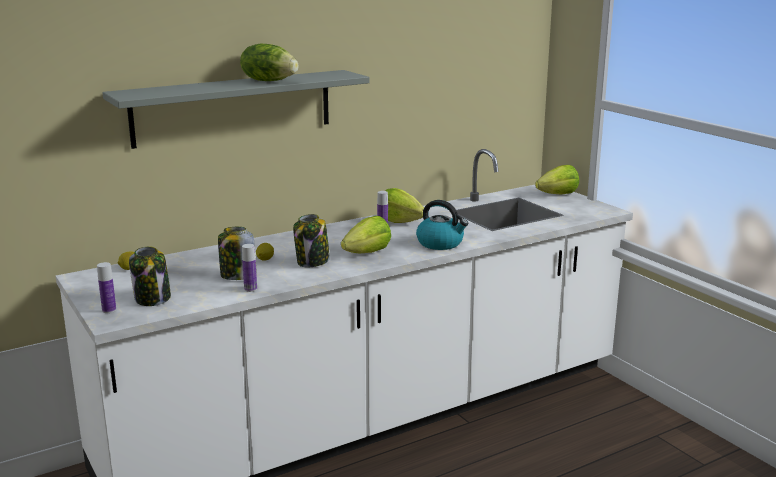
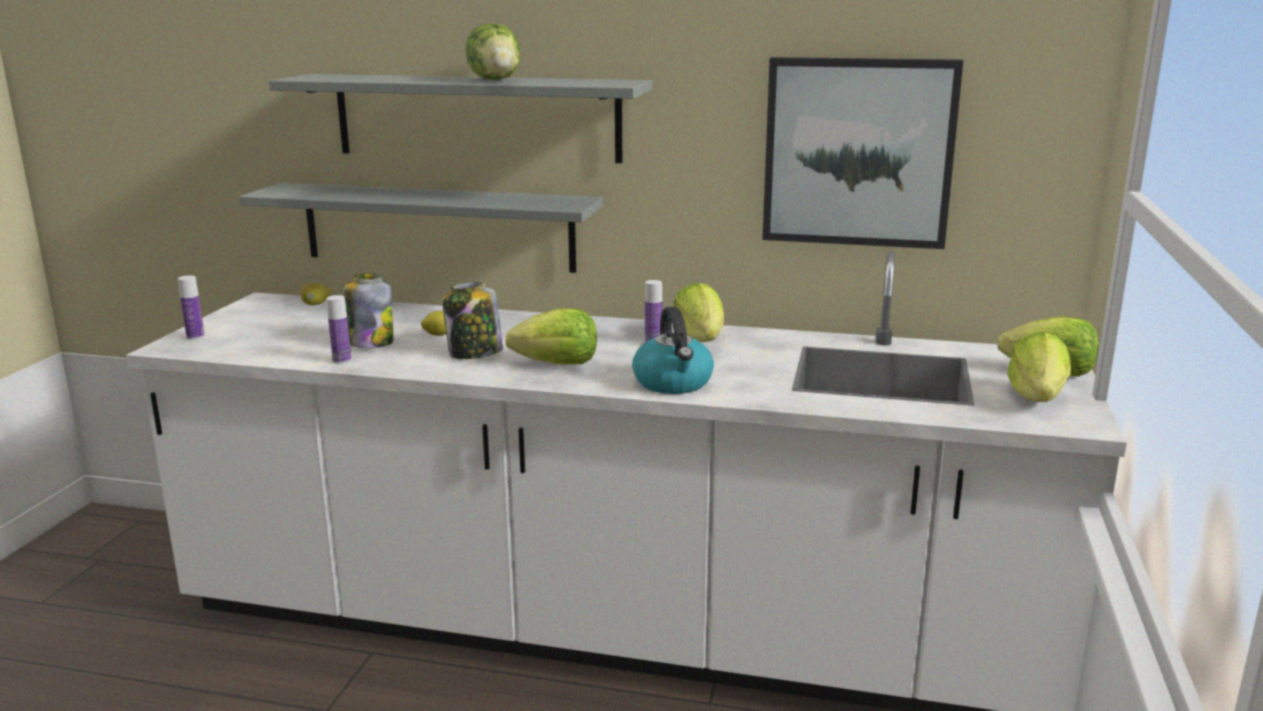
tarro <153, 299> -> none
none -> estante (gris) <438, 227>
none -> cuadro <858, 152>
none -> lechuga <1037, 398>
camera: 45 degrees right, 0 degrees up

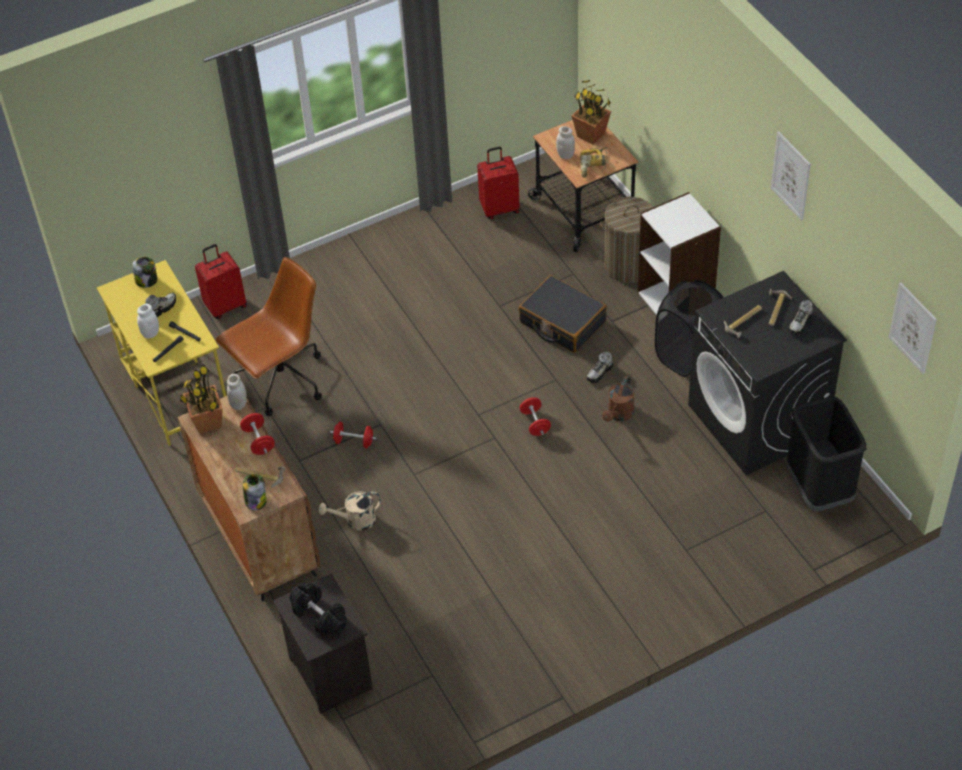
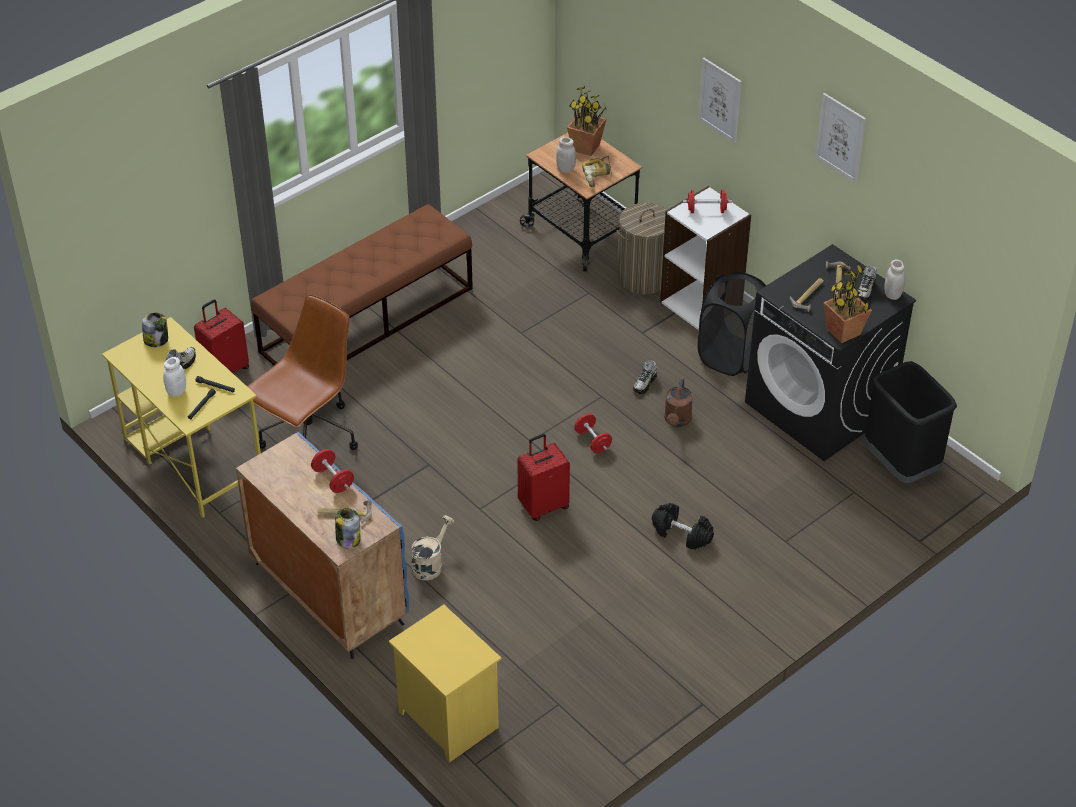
maleta (negro) <562, 322> -> none
none -> banco (marrón) <367, 319>
planta en maceta <207, 422> -> planta en maceta <843, 332>, relocated
tarro (blanco) <239, 404> -> tarro (blanco) <892, 294>, relocated
mancuerna (negro) <318, 616> -> mancuerna (negro) <681, 534>, relocated
mancuerna (rojo) <354, 441> -> mancuerna (rojo) <706, 210>, relocated
maleta (rojo) <499, 208> -> maleta (rojo) <543, 505>, relocated
cuadro <913, 328> -> cuadro <720, 100>, relocated
armario (marrón) <258, 535> -> armario (azul) <328, 593>
mesita de noche (negro) <328, 673> -> mesita de noche (amarillo) <446, 720>
regadera (beis) <355, 521> -> regadera (beis) <430, 564>, 150 degrees clockwise
camera: 15 degrees left, 5 degrees down

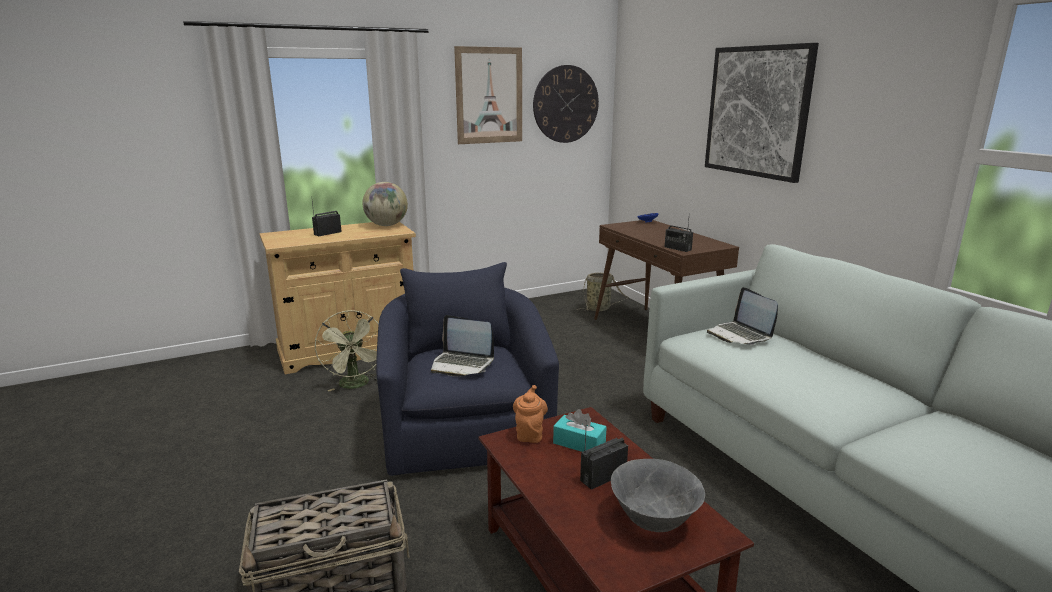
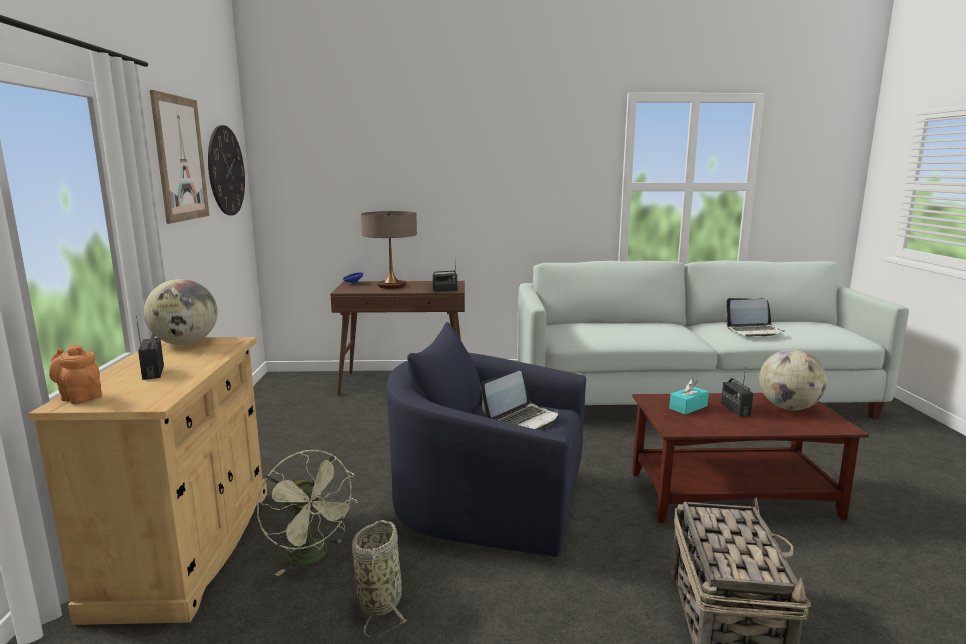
cuadro <757, 111> -> none
none -> lámpara de mesa <391, 286>
tetera (naranja) <530, 433> -> tetera (naranja) <79, 397>, relocated
cesta <599, 309> -> cesta <380, 600>, relocated
portátil <740, 335> -> portátil <754, 331>, relocated
cuenco (gris) <654, 522> -> globo terráqueo <788, 408>
ventilador (verde) <356, 385> -> ventilador (verde) <312, 557>, 45 degrees clockwise
camera: 65 degrees left, 5 degrees down

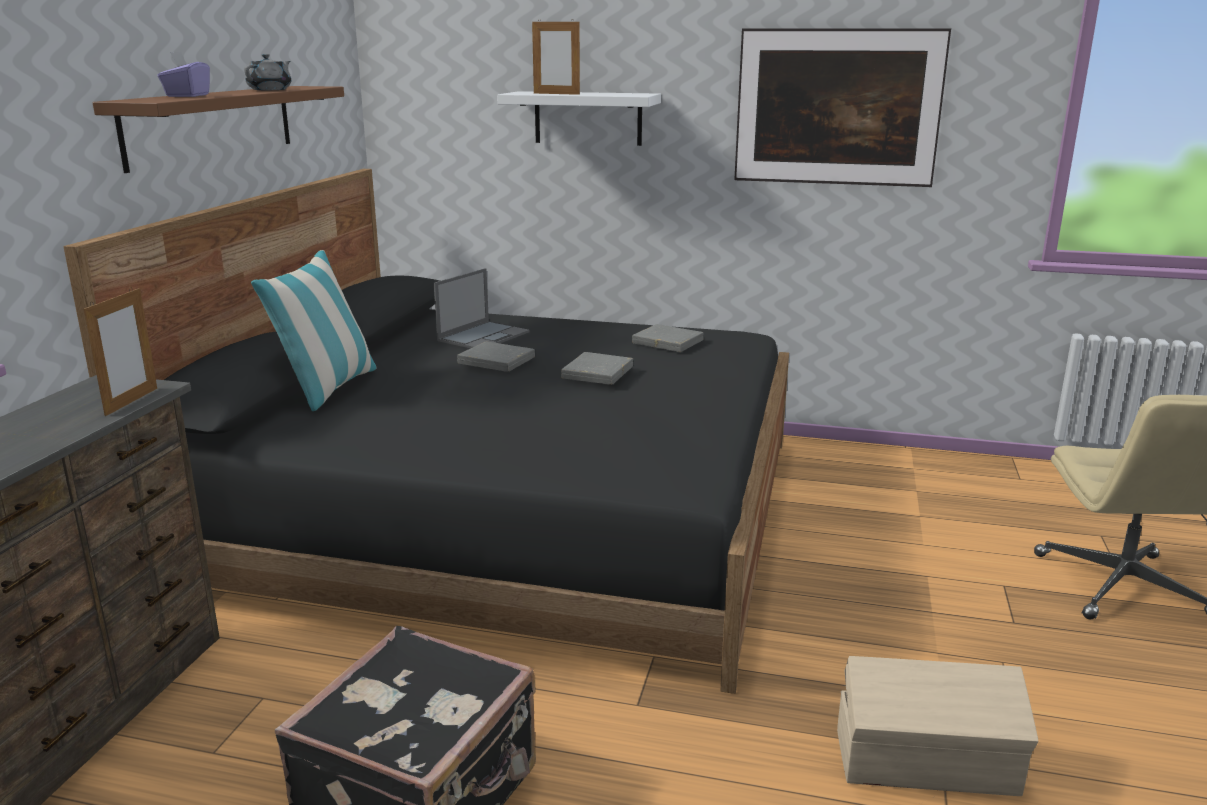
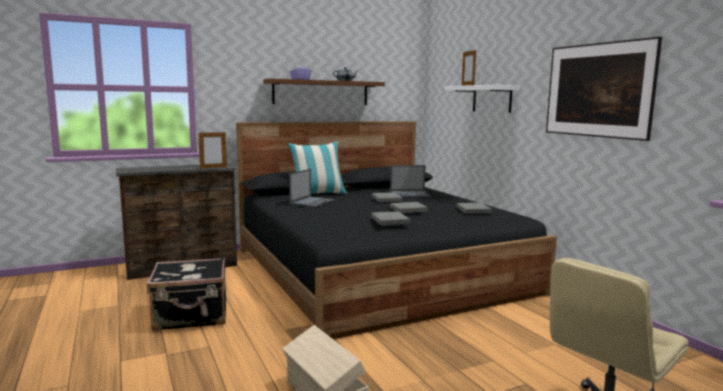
none -> portátil <312, 202>
none -> libro (gris) <390, 221>
camera: 50 degrees right, 10 degrees down

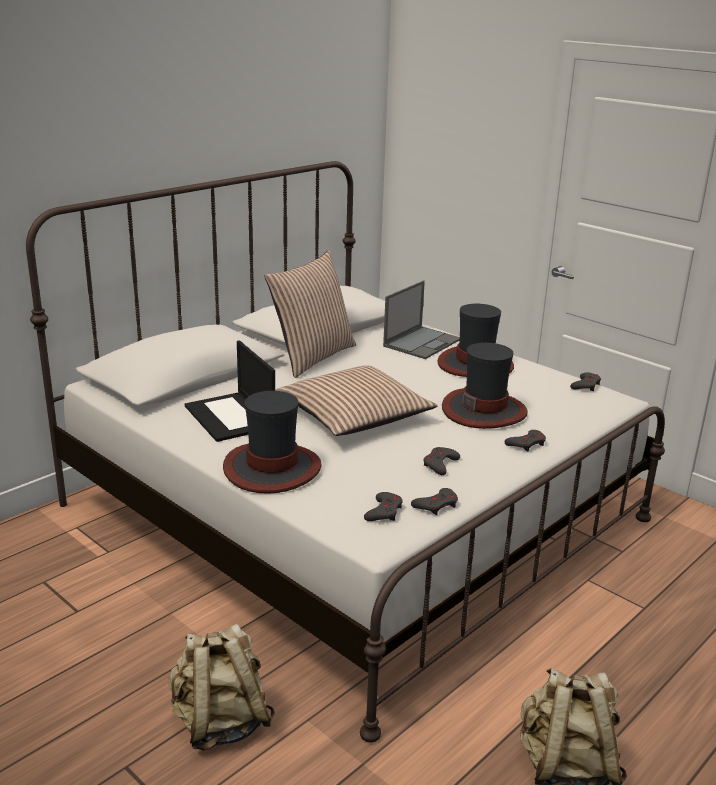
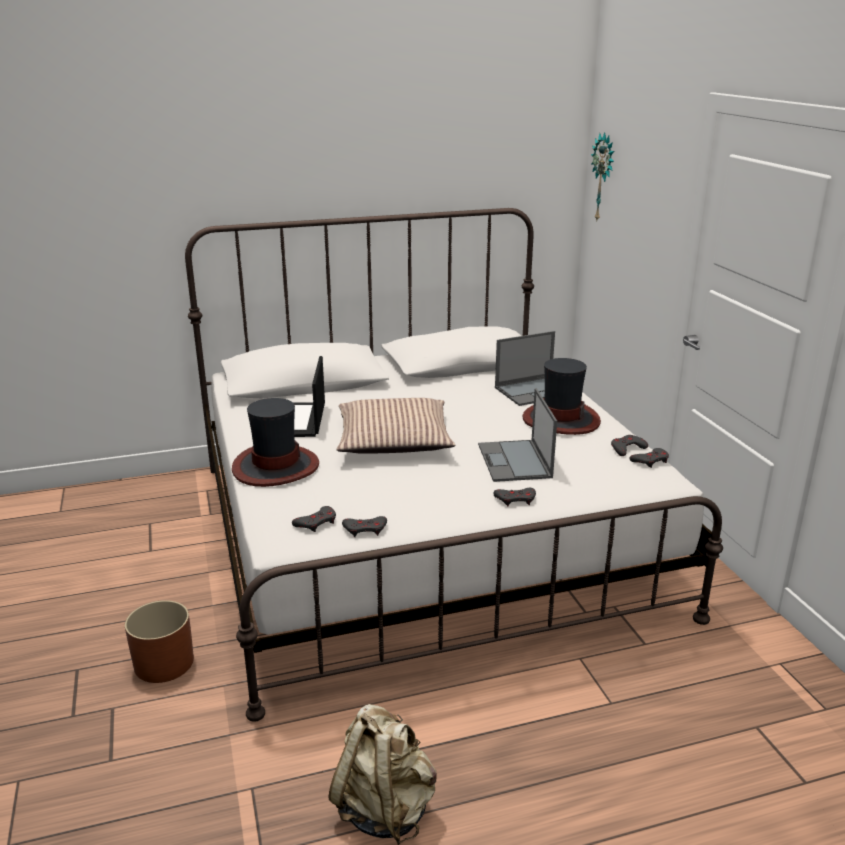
cojín <312, 357> -> none
none -> reloj de pared <604, 177>
mando de consola (gris) <440, 464> -> mando de consola (gris) <627, 448>, relocated
mochila (beis) <220, 722> -> maceta (marrón) <163, 663>
sombrero <484, 410> -> portátil <515, 461>
camera: 30 degrees right, 0 degrees up

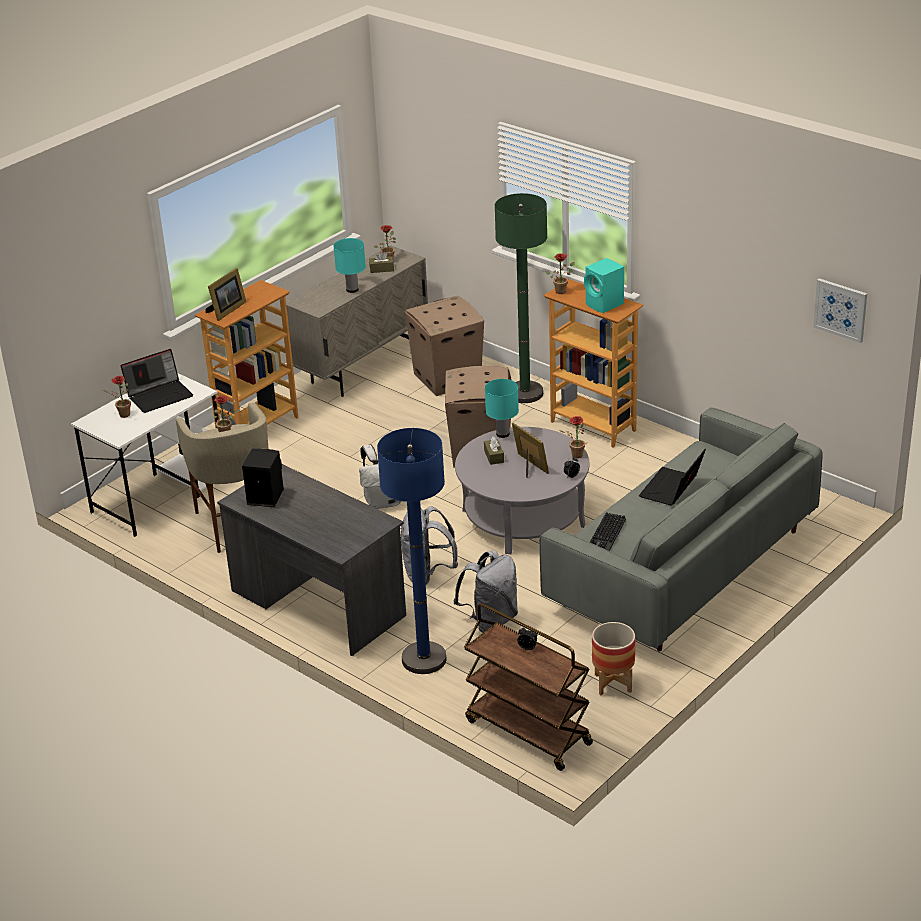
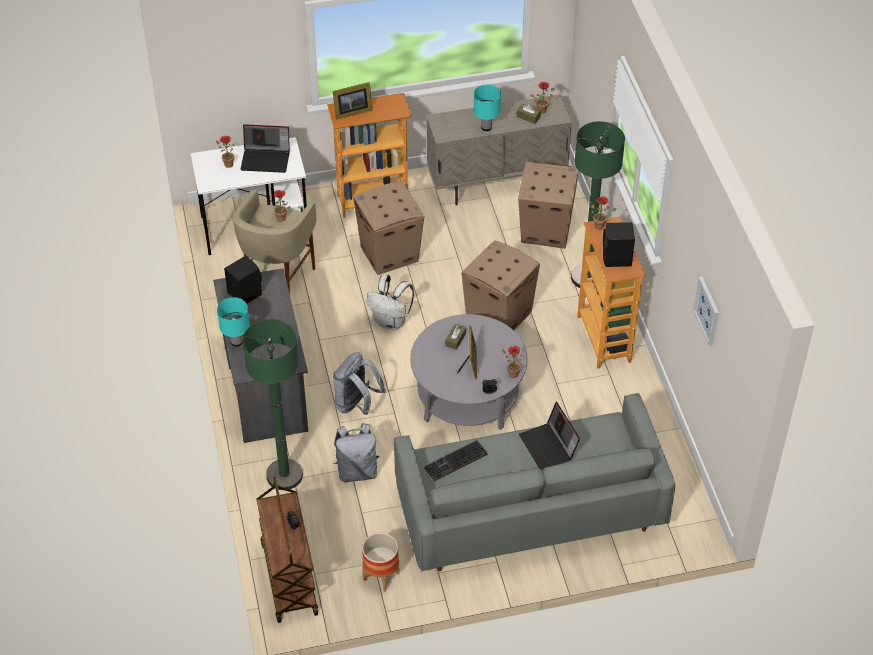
none -> caja de cartón <389, 254>
lámpara de mesa (turquesa) <503, 434> -> lámpara de mesa (turquesa) <237, 342>, relocated
cuadro <840, 309> -> cuadro <707, 311>, relocated
lámpara de pie (azul) <424, 659> -> lámpara de pie (verde) <284, 475>
altavoz (turquesa) <605, 305> -> altavoz (negro) <616, 259>
portátil <672, 489> -> portátil <549, 447>, 90 degrees counterclockwise
camera: 35 degrees right, 15 degrees up

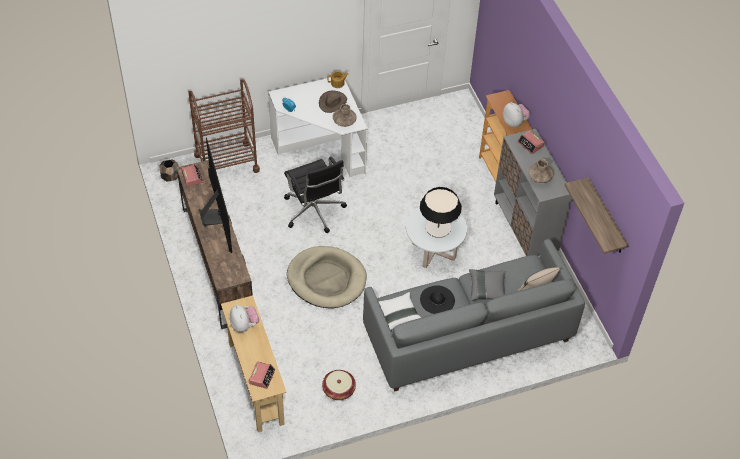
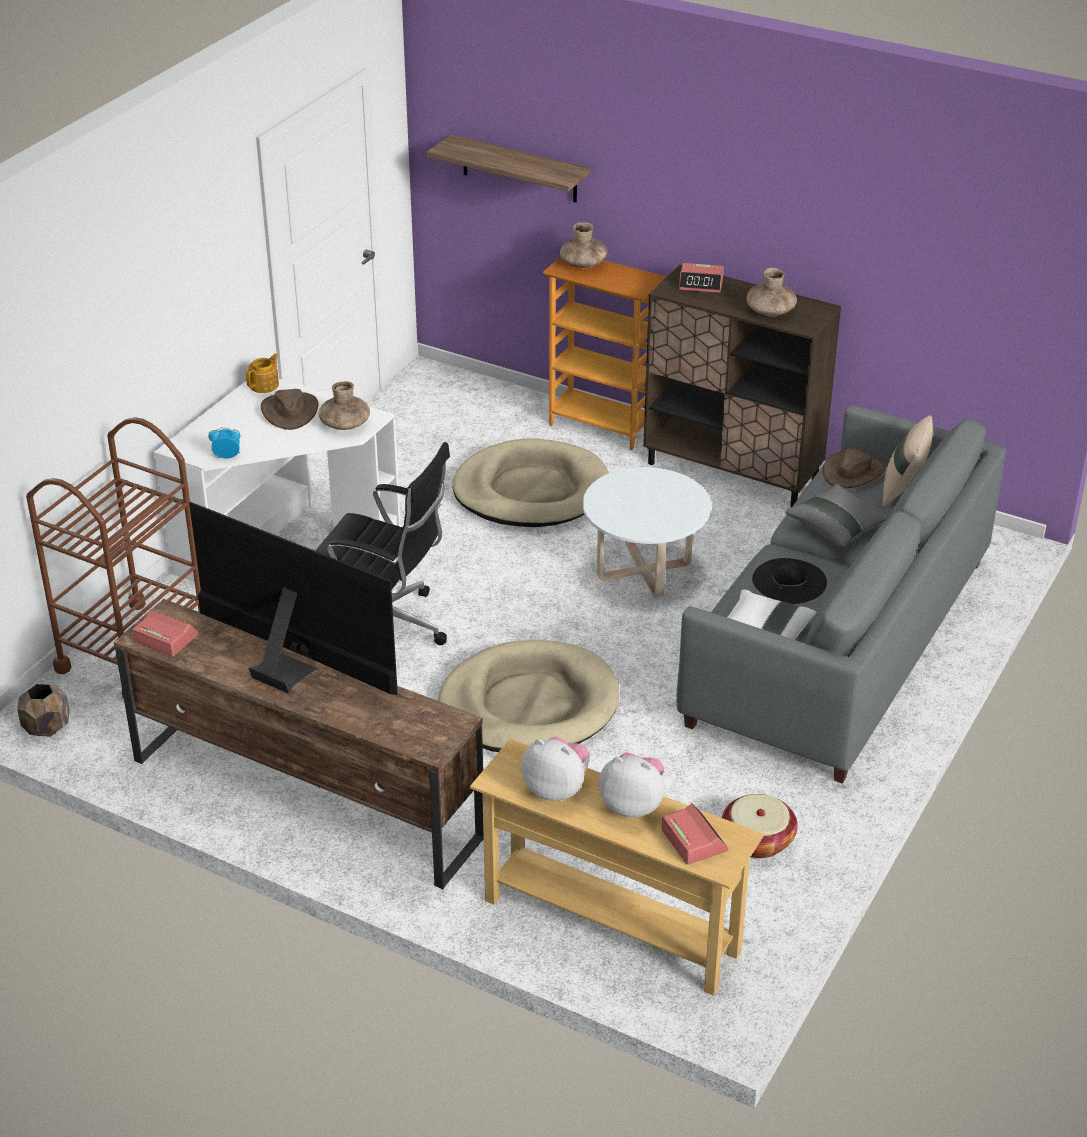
lámpara de mesa <438, 227> -> none
none -> cama para perro (beis) <531, 491>
none -> florero (marrón) <583, 264>
none -> sombrero (marrón) <853, 472>
peluche <514, 122> -> peluche <633, 805>, relocated
estante <606, 217> -> estante <519, 169>, relocated
armario (gris) <524, 229> -> armario (marrón) <733, 471>
camera: 40 degrees left, 15 degrees down

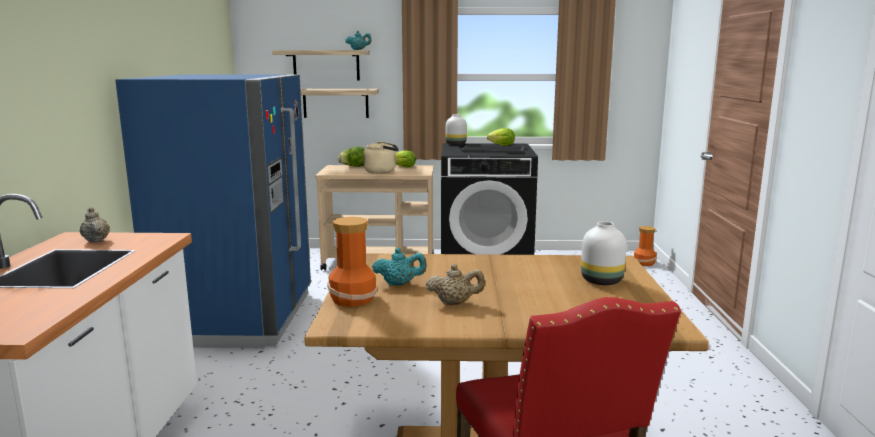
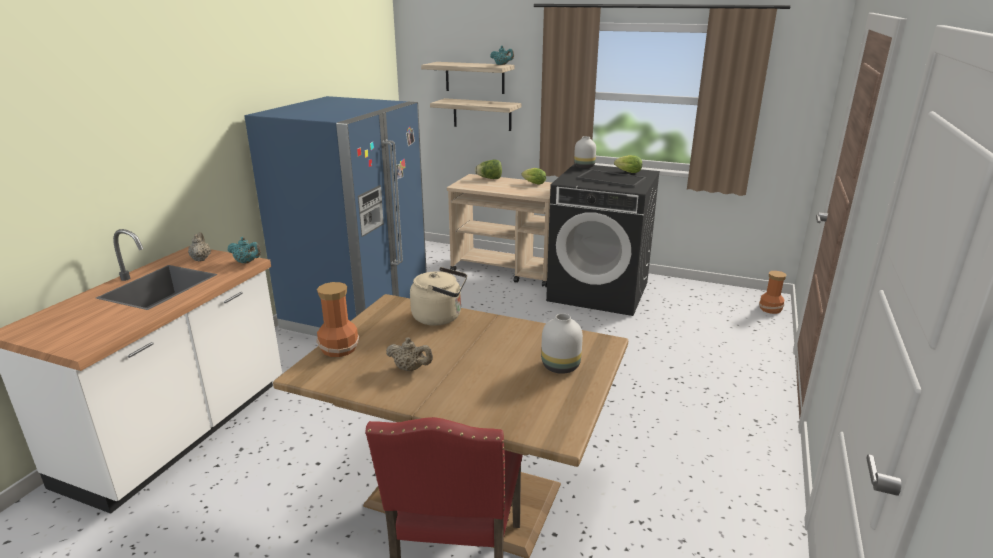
hervidor (beis) <382, 172> -> hervidor (beis) <440, 317>, relocated
tetera (turquesa) <399, 284> -> tetera (turquesa) <246, 262>, relocated
camera: 20 degrees right, 10 degrees up

